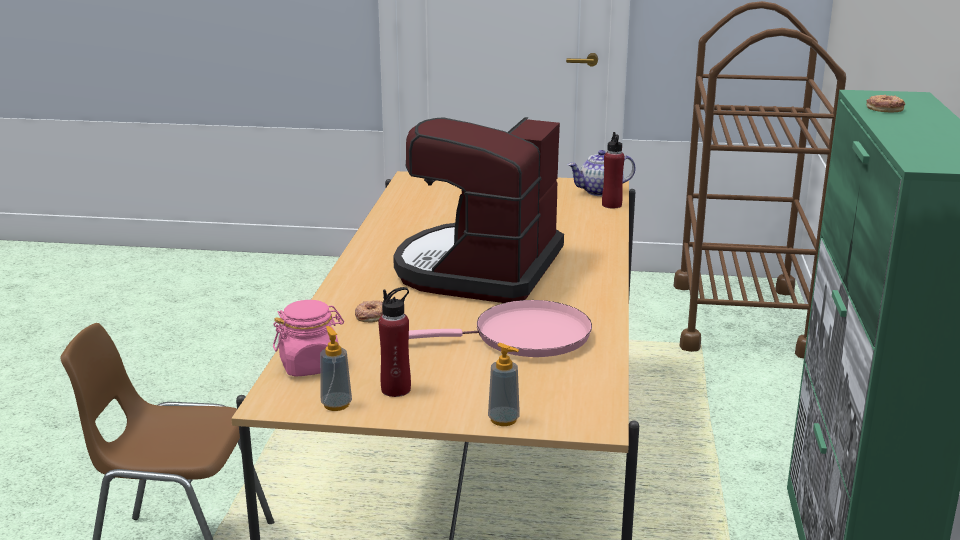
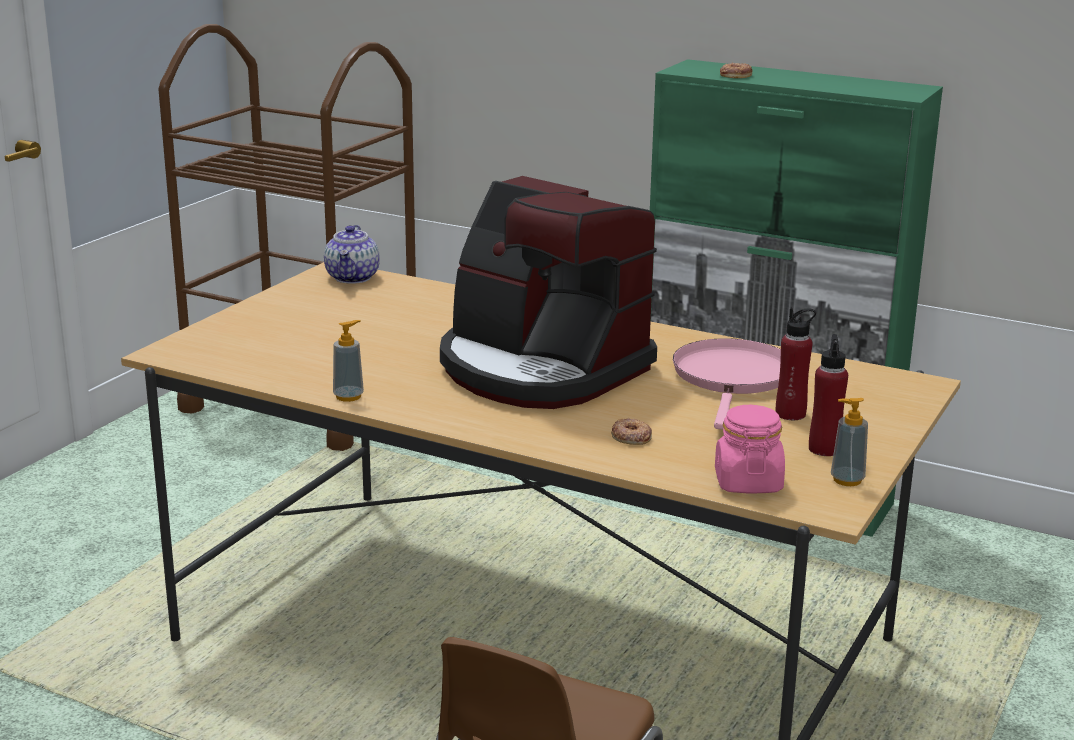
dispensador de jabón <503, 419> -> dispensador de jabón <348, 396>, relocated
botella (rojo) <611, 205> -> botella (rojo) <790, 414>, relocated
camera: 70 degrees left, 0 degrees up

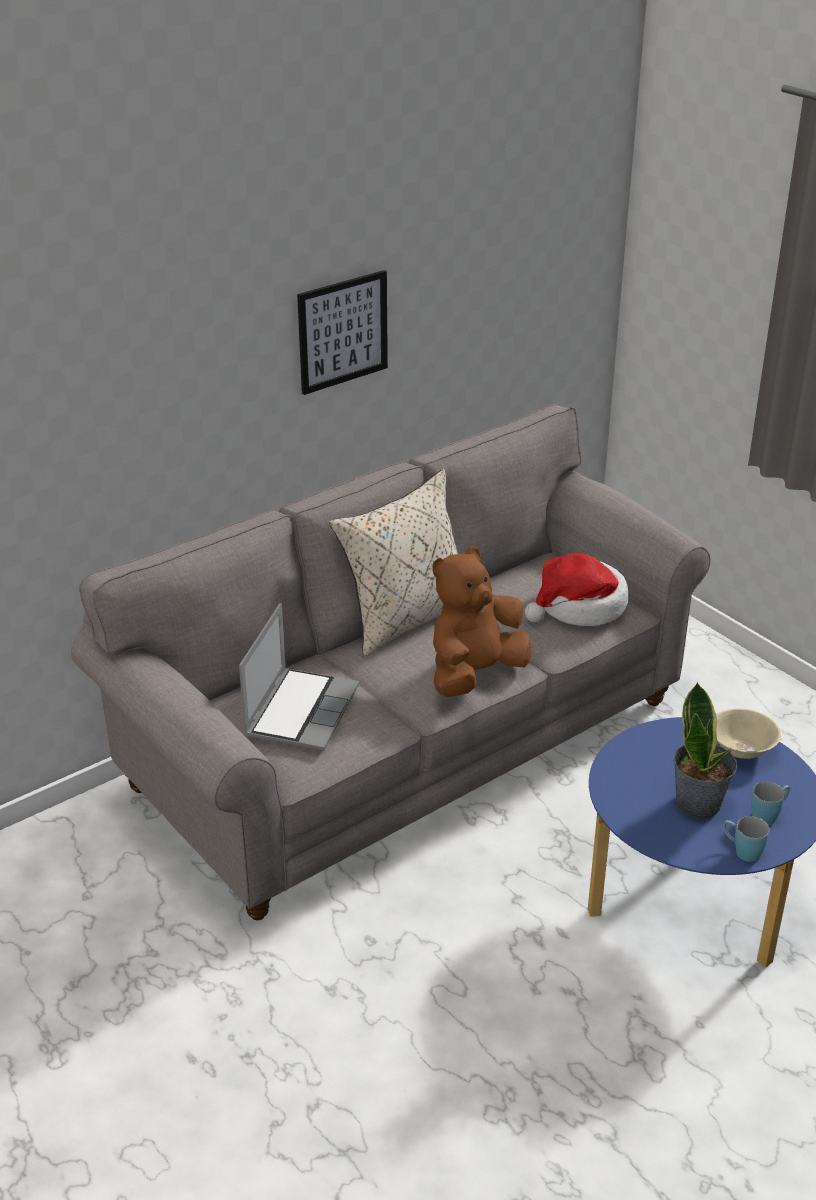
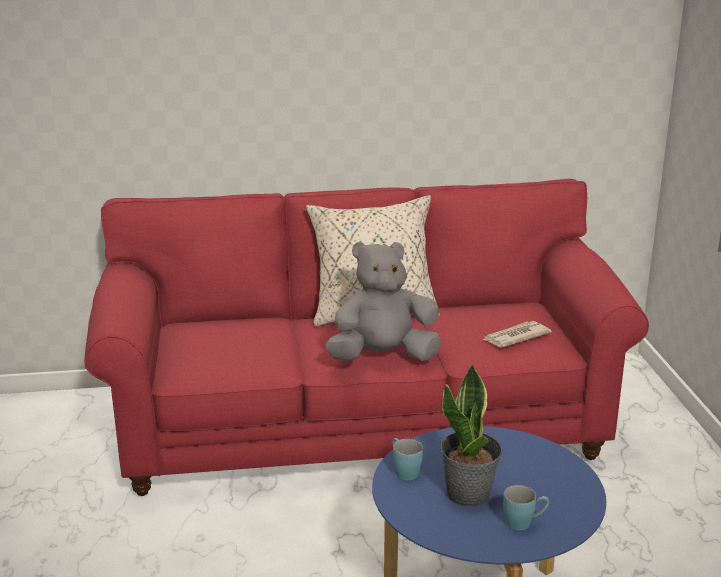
portátil <301, 711> -> none
cuadro <342, 331> -> none
cuenco (beis) <741, 750> -> none
taza grande (azul) <742, 851> -> taza grande (azul) <404, 471>, relocated
sombrero <579, 607> -> periódico <515, 337>
sofá (gris) <408, 745> -> sofá (rojo) <360, 425>
peluche (marrón) <474, 674> -> peluche (gris) <383, 357>
camera: 30 degrees right, 10 degrees down

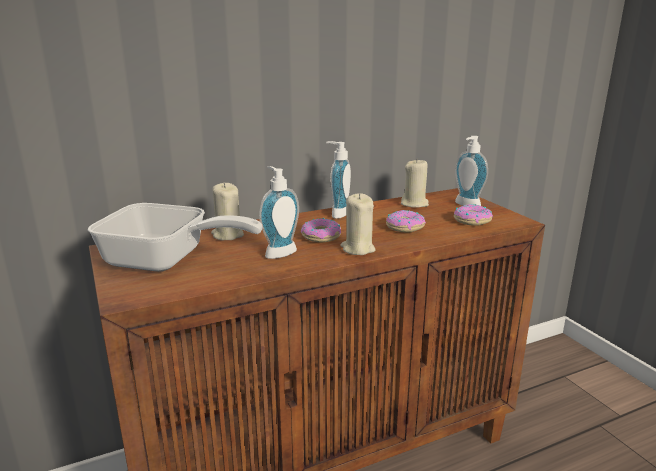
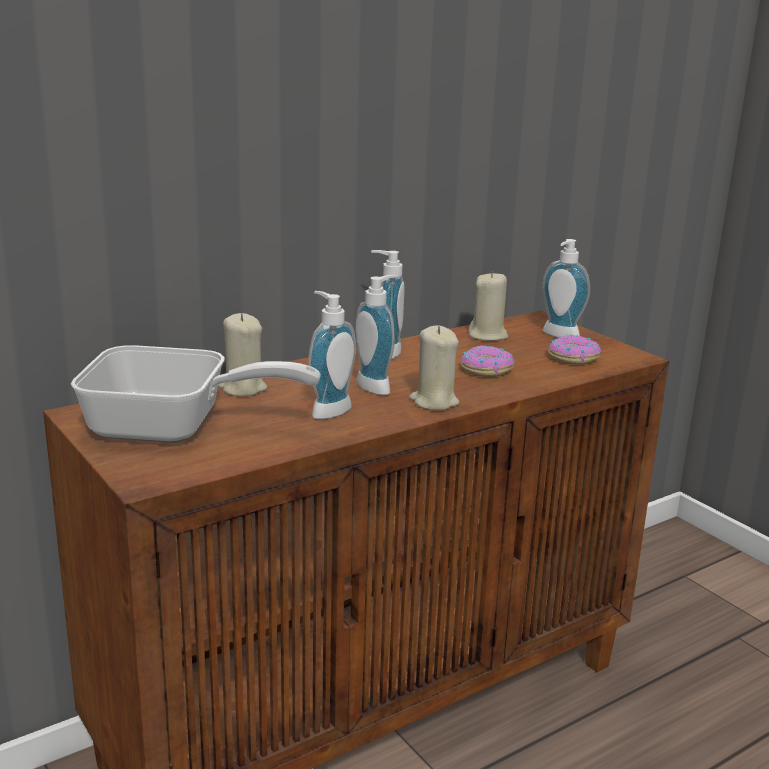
rosquilla <321, 236> -> dispensador de jabón <377, 386>
camera: 10 degrees left, 0 degrees up

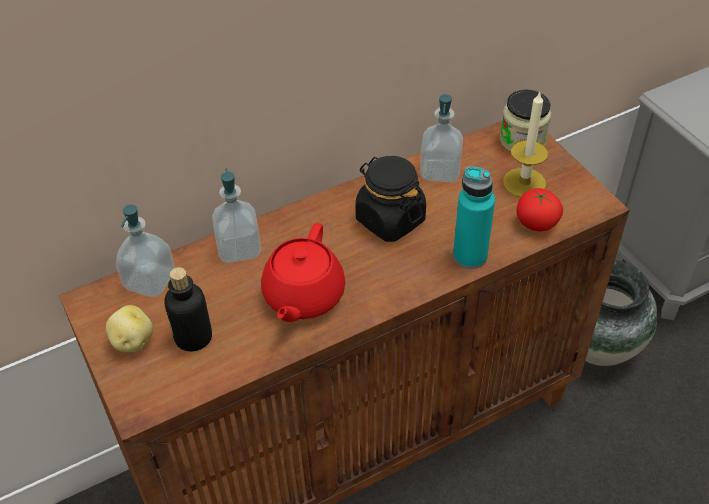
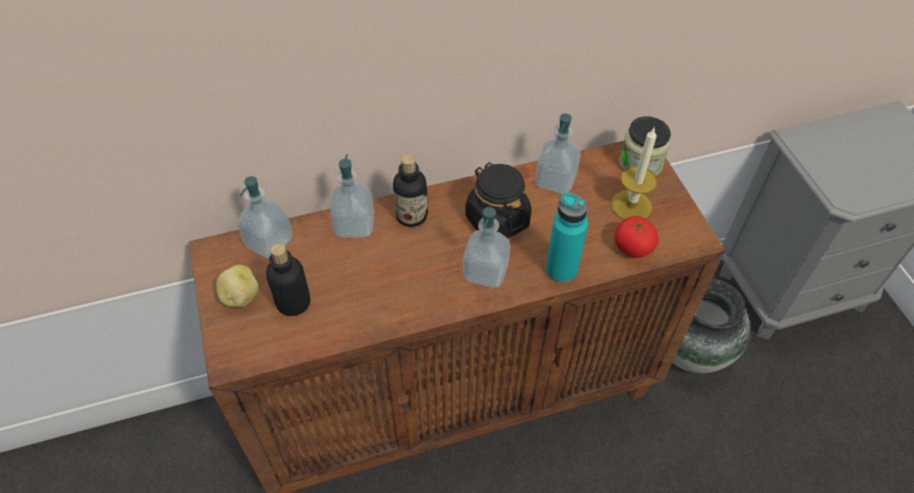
tetera (rojo) <303, 296> -> none
none -> botella <411, 216>
none -> dispensador de jabón <485, 272>
camera: 10 degrees right, 5 degrees up

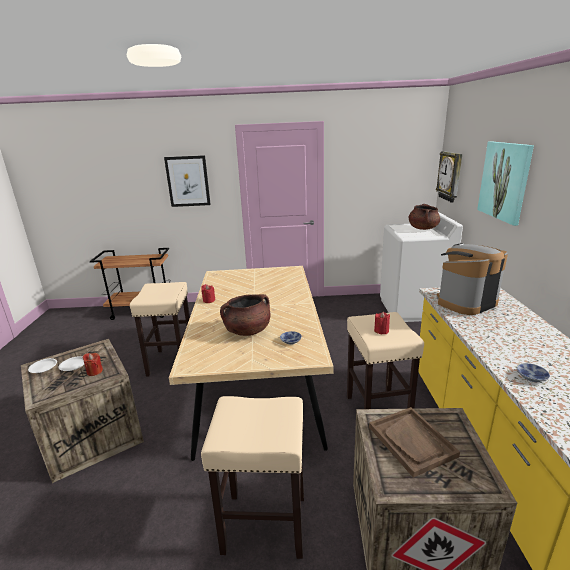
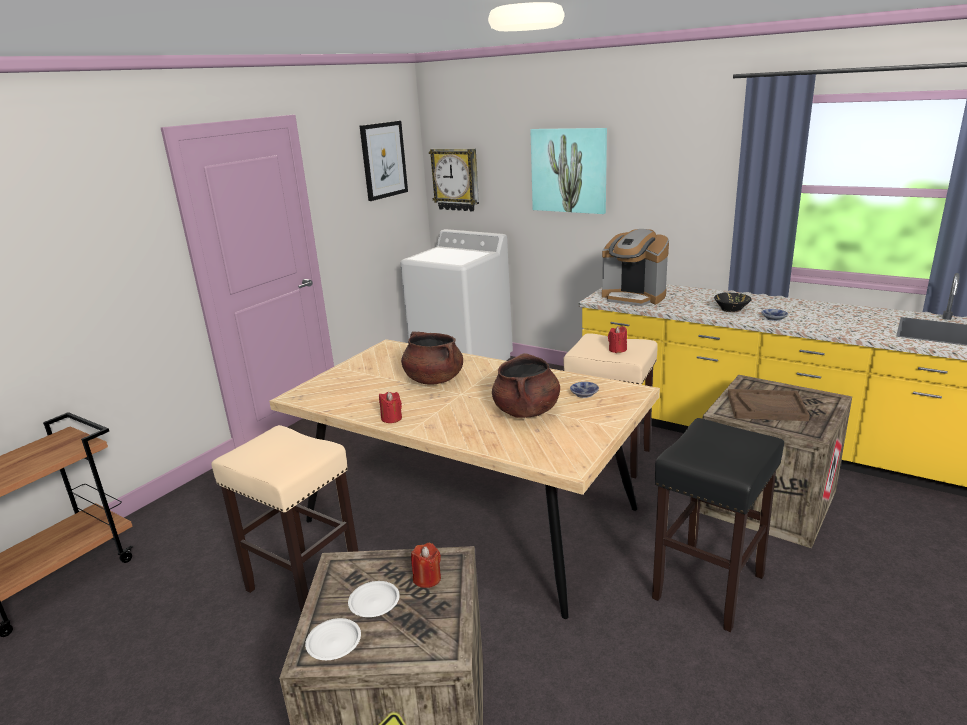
none -> cuenco (negro) <731, 309>
cuadro <188, 181> -> cuadro <383, 160>, relocated
olla (marrón) <423, 228> -> olla (marrón) <433, 379>, relocated
taburete (beis) <263, 524> -> taburete (negro) <708, 587>
cafetera <465, 302> -> cafetera <633, 297>, 60 degrees counterclockwise
camera: 55 degrees left, 0 degrees up

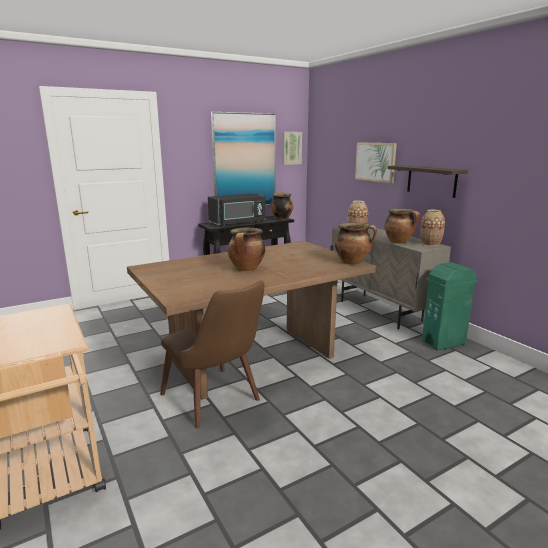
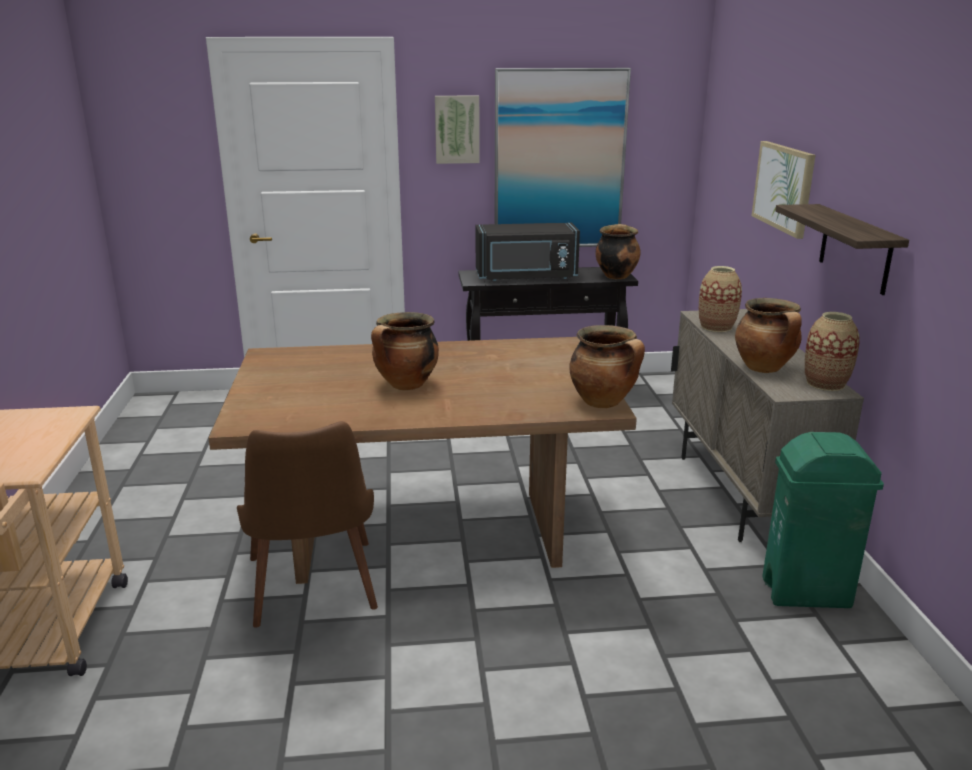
cuadro <291, 148> -> cuadro <457, 129>, relocated
camera: 25 degrees right, 5 degrees up

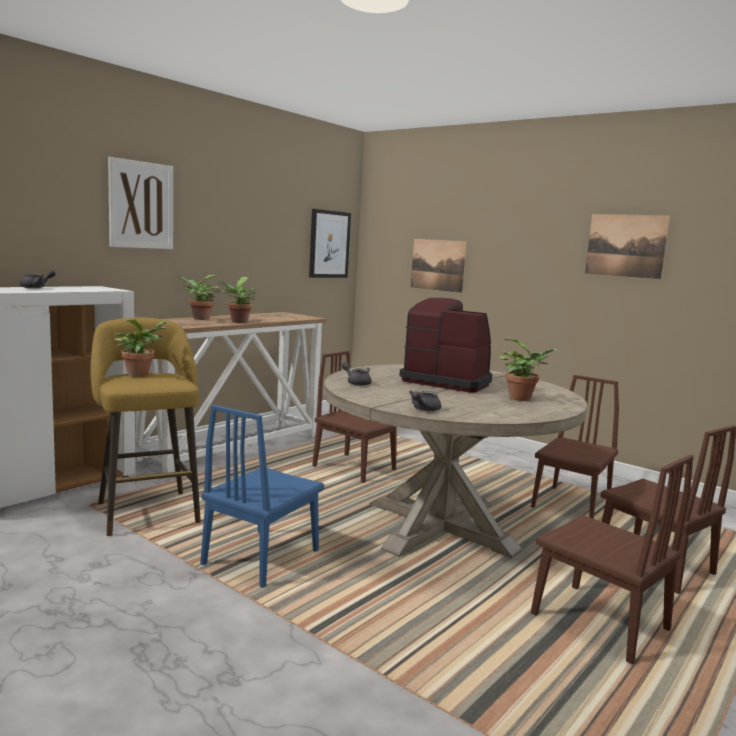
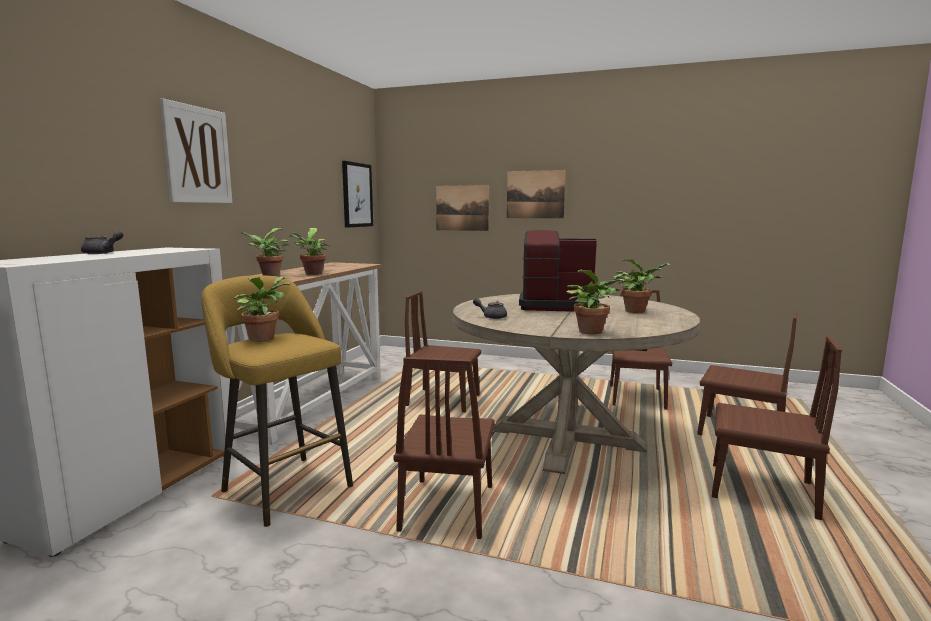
cuadro <626, 245> -> cuadro <535, 194>, relocated
tetera (gris) <423, 410> -> planta en maceta <593, 331>
silla (azul) <261, 557> -> silla (marrón) <447, 507>
camera: 20 degrees left, 0 degrees up

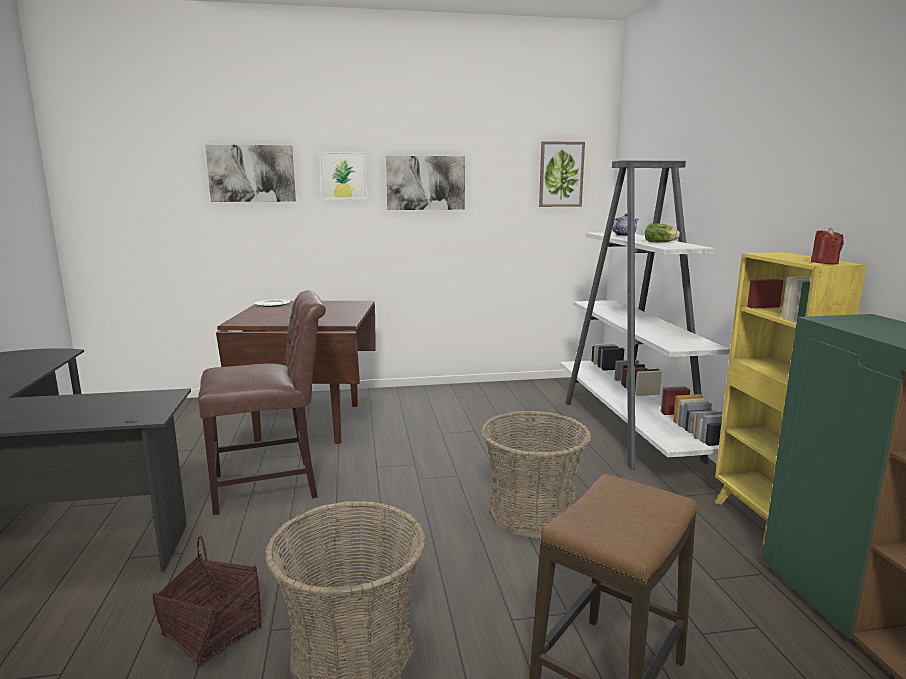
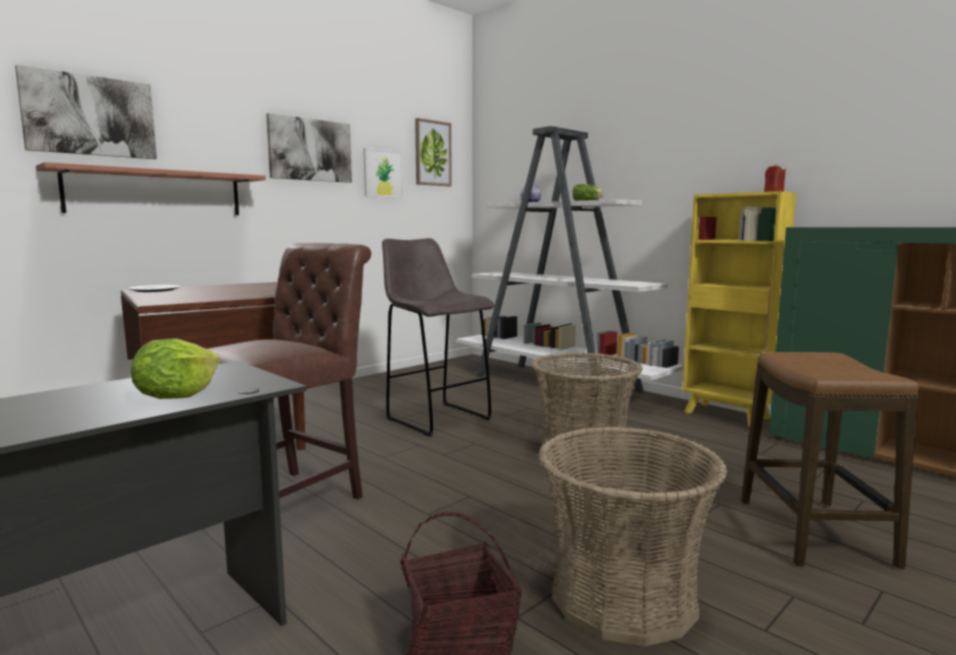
none -> estante <156, 193>
none -> lechuga <176, 396>
none -> taburete (gris) <436, 418>
cuadro <343, 175> -> cuadro <383, 173>, relocated
camera: 35 degrees left, 5 degrees down

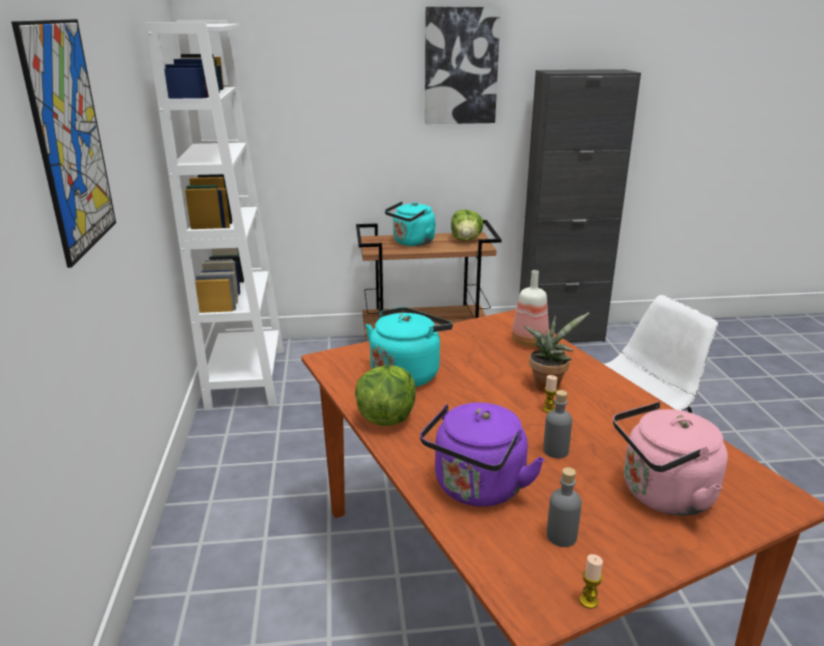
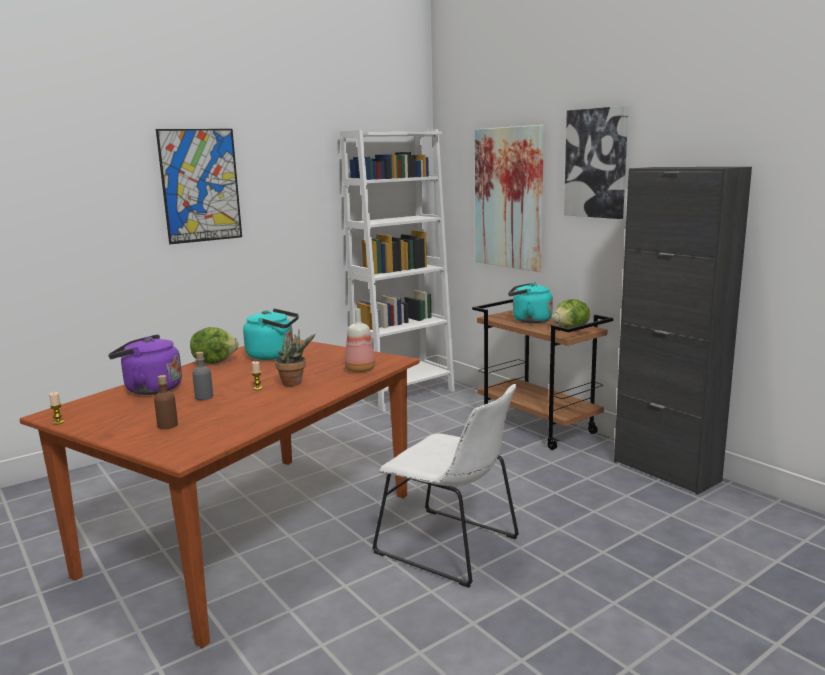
botella (gris) <561, 536> -> none
none -> cuadro <509, 198>
hervidor (rosa) <662, 495> -> botella (marrón) <167, 425>
camera: 60 degrees right, 10 degrees down

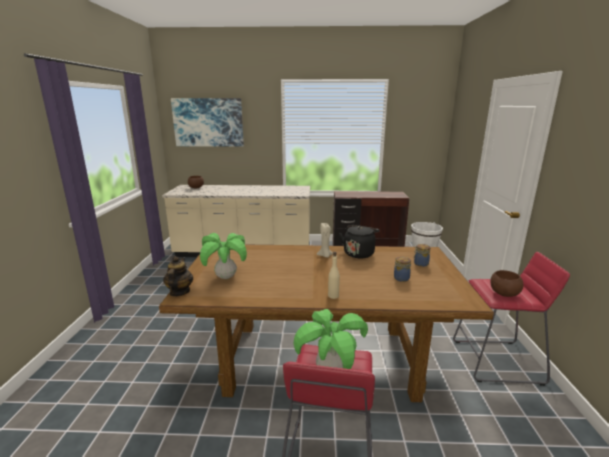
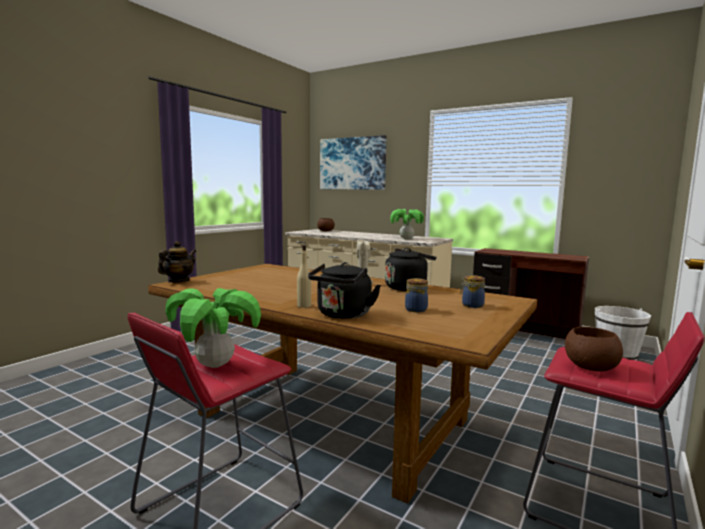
none -> hervidor (negro) <342, 315>
planta en maceta <226, 277> -> planta en maceta <406, 238>, relocated
camera: 30 degrees right, 10 degrees down

